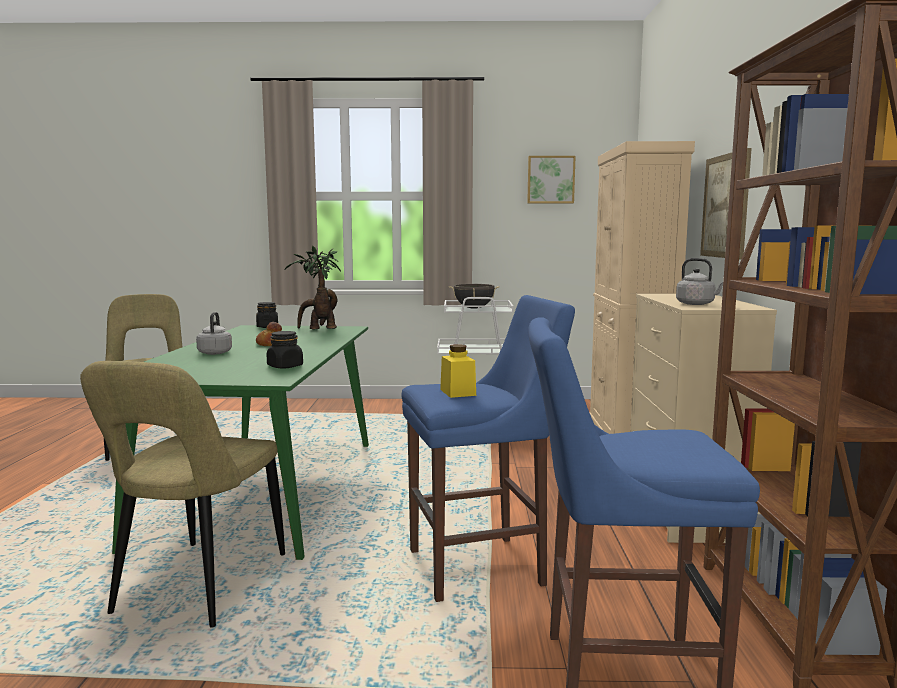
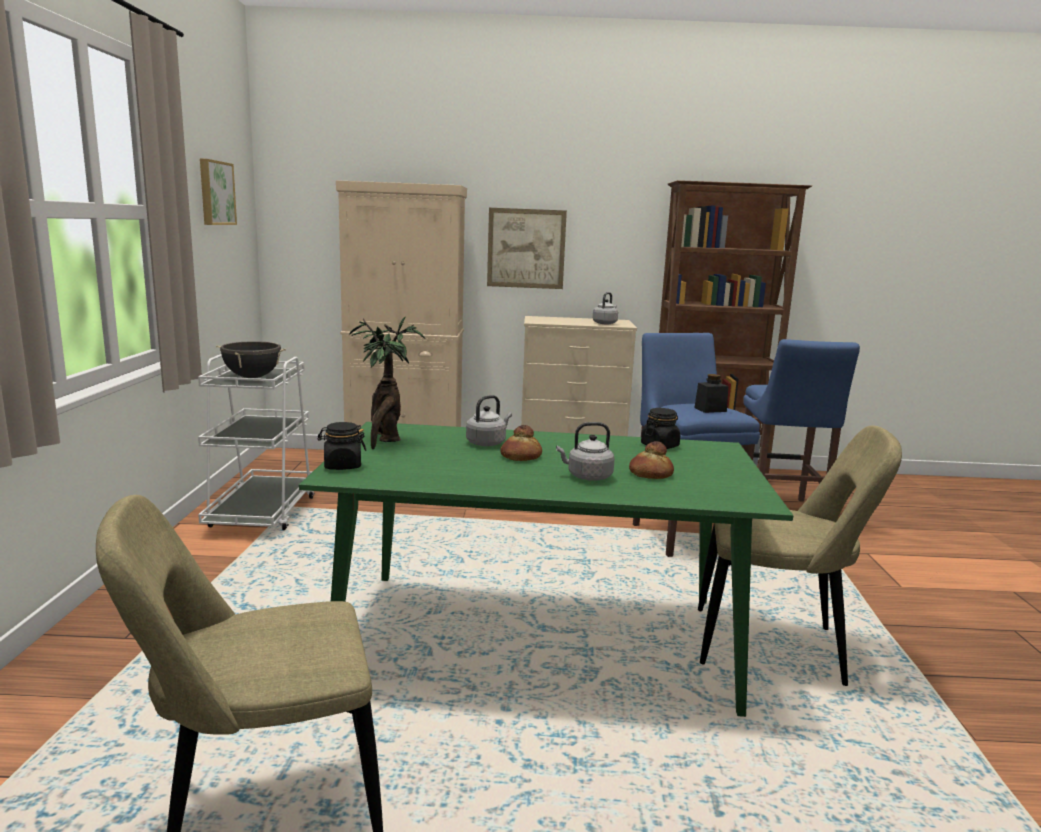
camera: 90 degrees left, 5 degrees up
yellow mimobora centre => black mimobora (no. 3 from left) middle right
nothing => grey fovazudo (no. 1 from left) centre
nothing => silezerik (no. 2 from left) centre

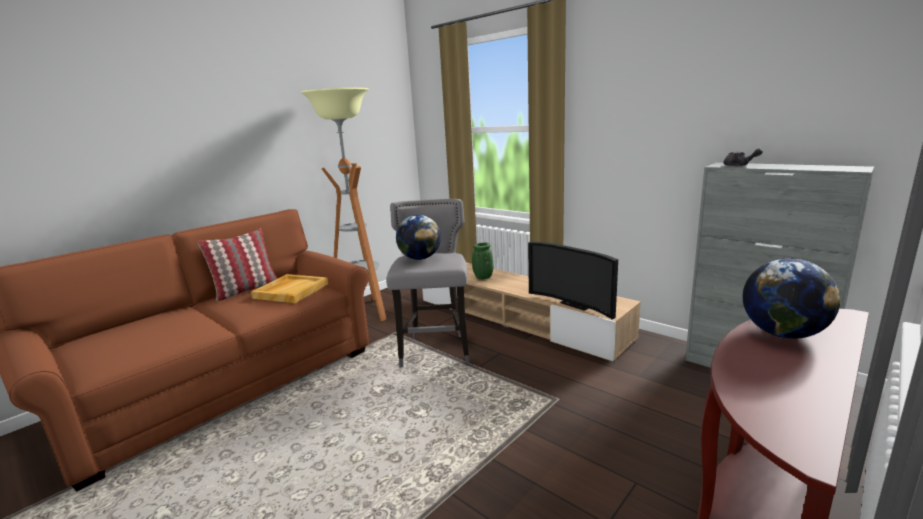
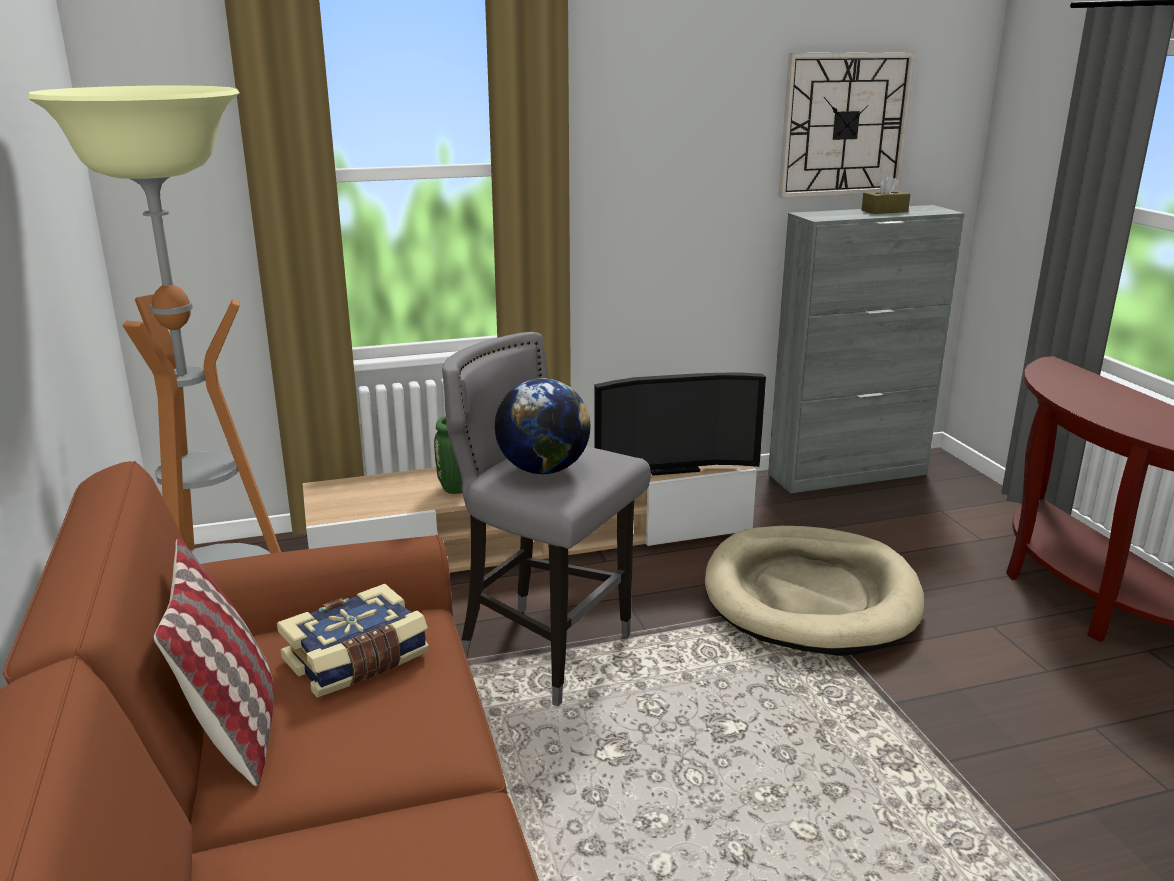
camera: 60 degrees left, 5 degrees up
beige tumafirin middle left => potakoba bottom left
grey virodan top right => nothing
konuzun (no. 2 from left) middle right => nothing
nothing => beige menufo bottom right
nothing => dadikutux top right
nothing => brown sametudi top right

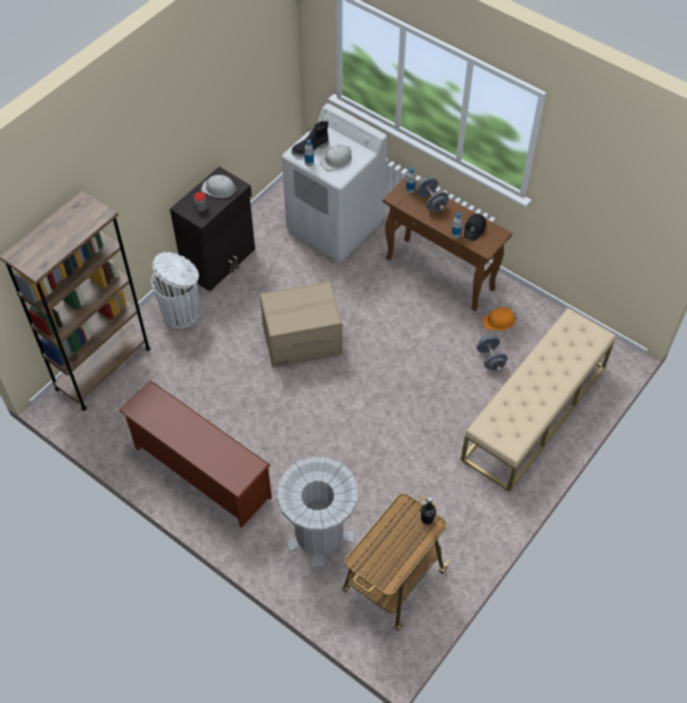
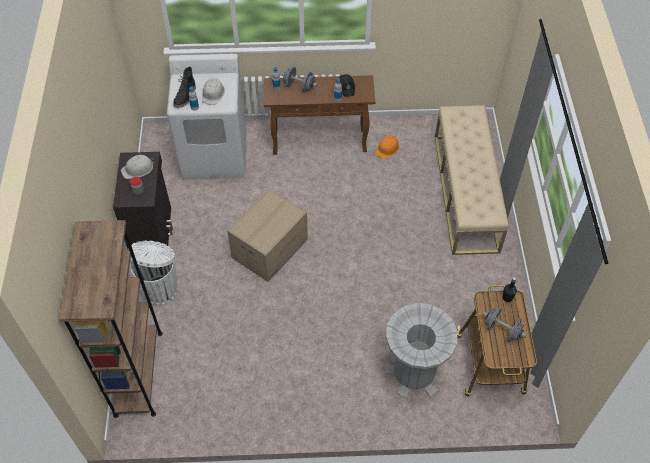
camera: 40 degrees left, 0 degrees up
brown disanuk middle left => nothing
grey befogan (no. 2 from left) middle right => grey befogan (no. 2 from left) bottom right, shifted

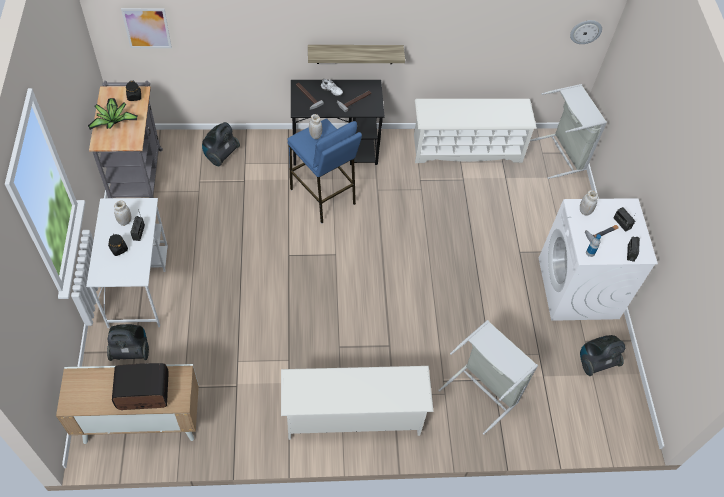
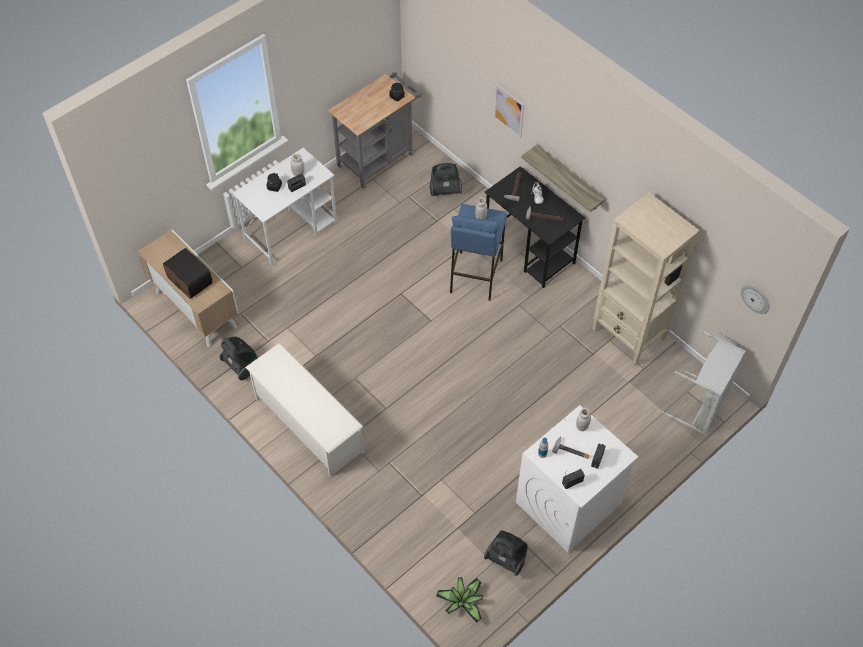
camera: 55 degrees right, 0 degrees up
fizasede top left => fizasede bottom centre, shifted
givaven (no. 1 from left) bottom left => givaven (no. 1 from left) middle left, shifted
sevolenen top left => sevolenen top centre, shifted
white disanuk (no. 2 from left) top centre => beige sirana middle right
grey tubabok (no. 1 from left) bottom right => nothing

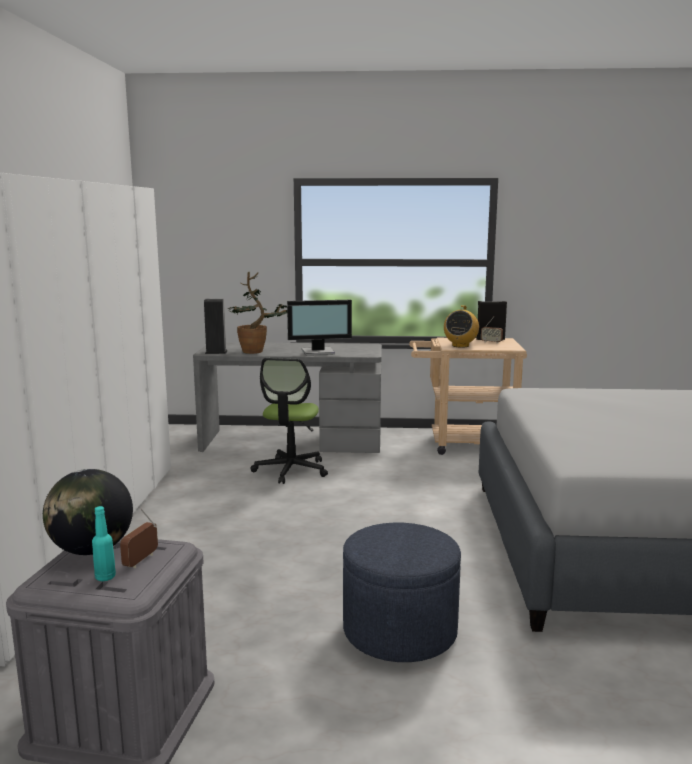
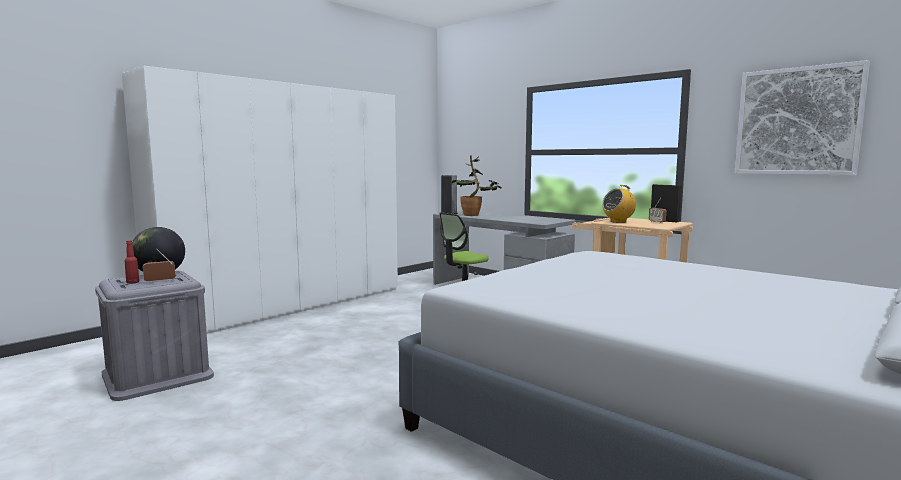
camera: 40 degrees right, 5 degrees down
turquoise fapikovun bottom left => red fapikovun middle left
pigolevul centre => nothing
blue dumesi bottom centre => nothing
nothing => sevolenen top right

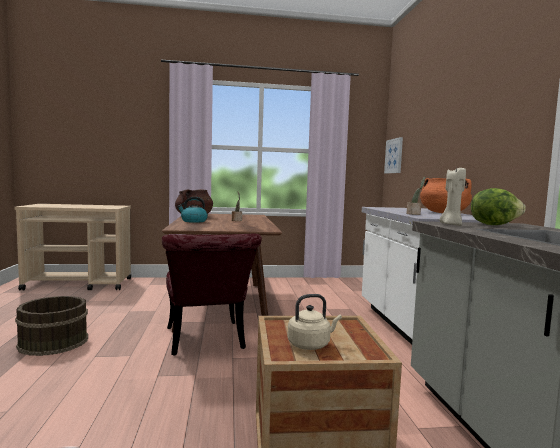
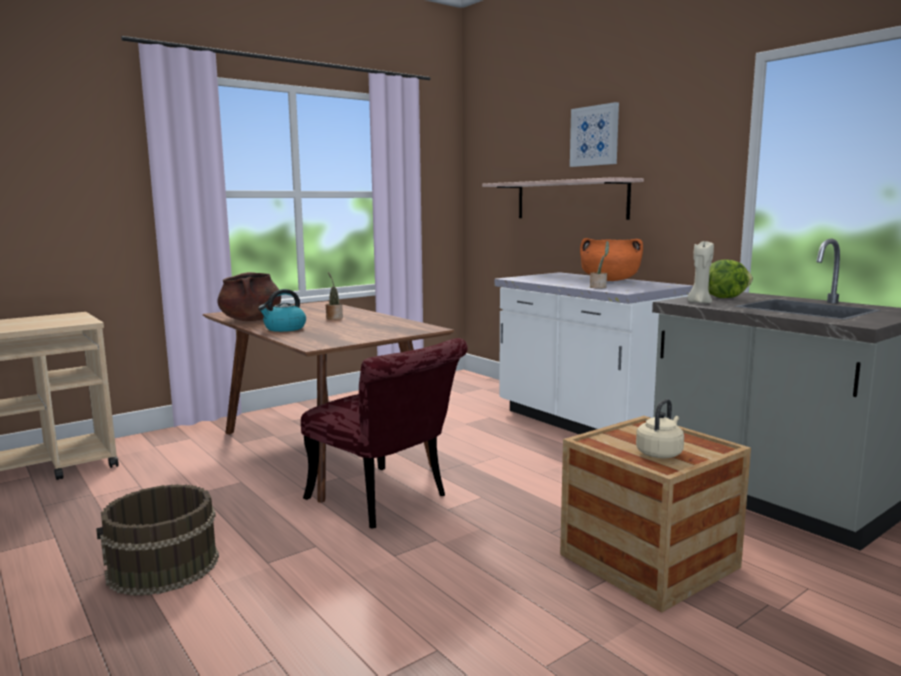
camera: 30 degrees left, 5 degrees up
sevolenen middle right => sevolenen top centre, shifted
nothing => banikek top centre

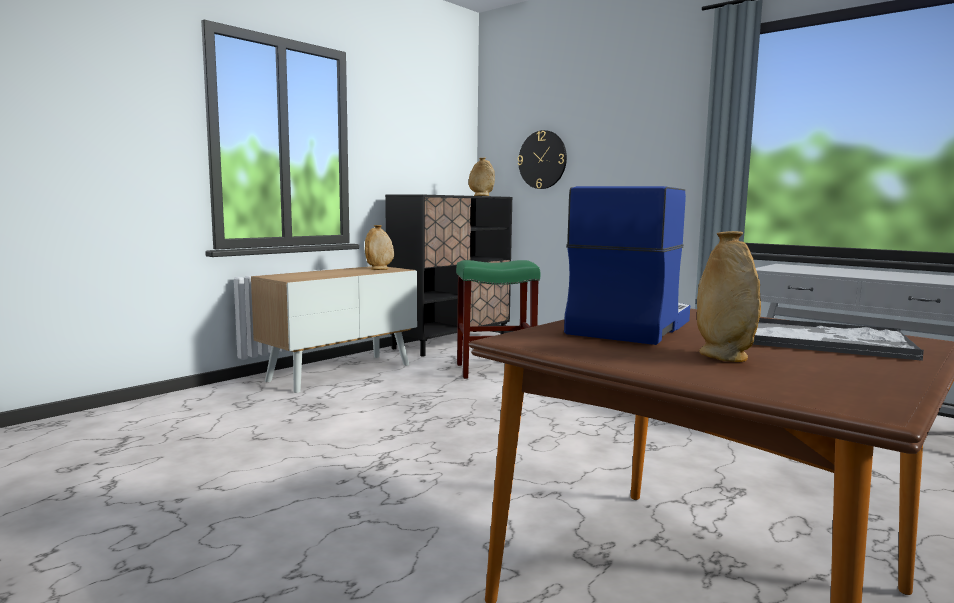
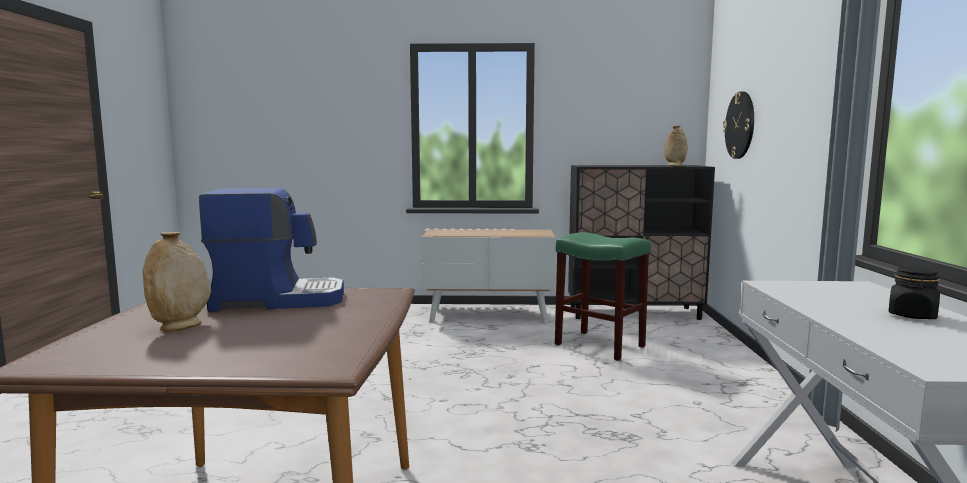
camera: 50 degrees right, 0 degrees up
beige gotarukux (no. 1 from left) centre => nothing
tumafirin middle right => nothing
nothing => black mimobora middle right

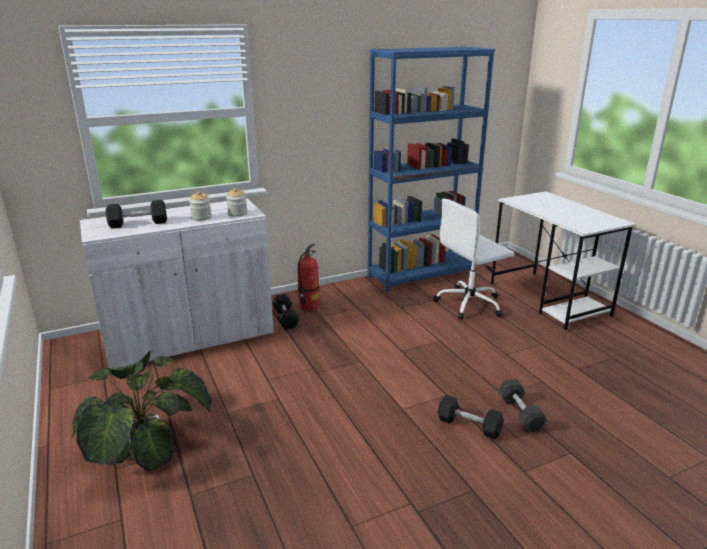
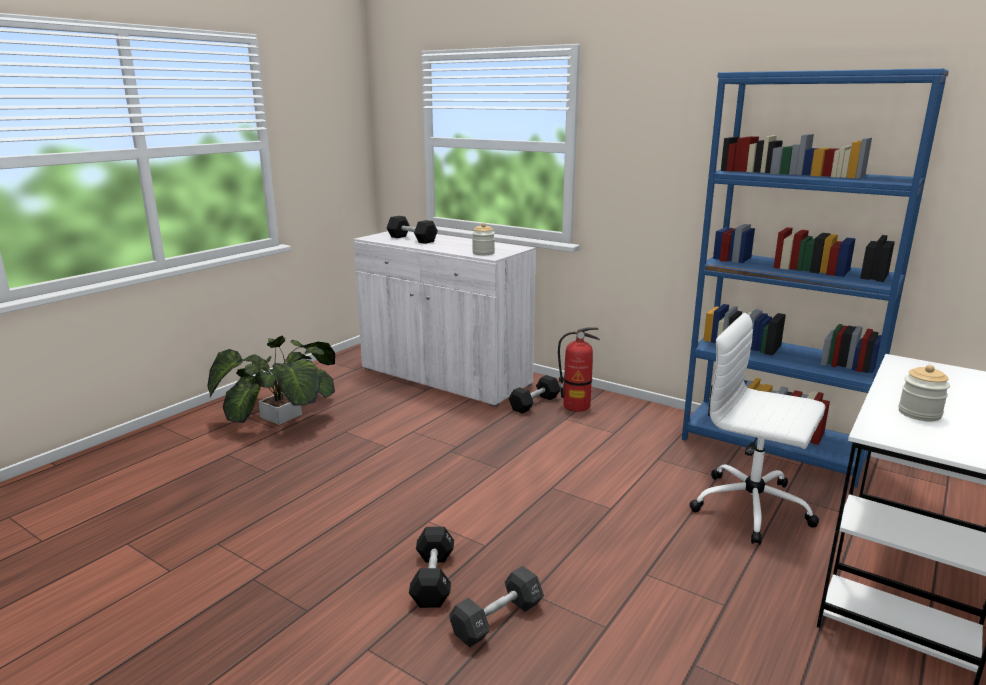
camera: 60 degrees right, 5 degrees down
mimobora (no. 1 from left in the first image) middle left => mimobora (no. 2 from left) middle right, shifted

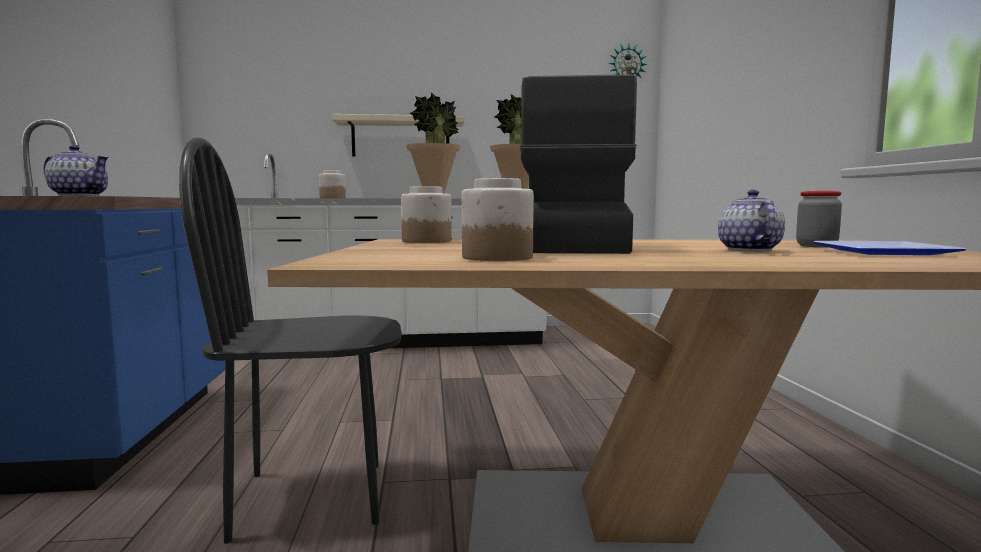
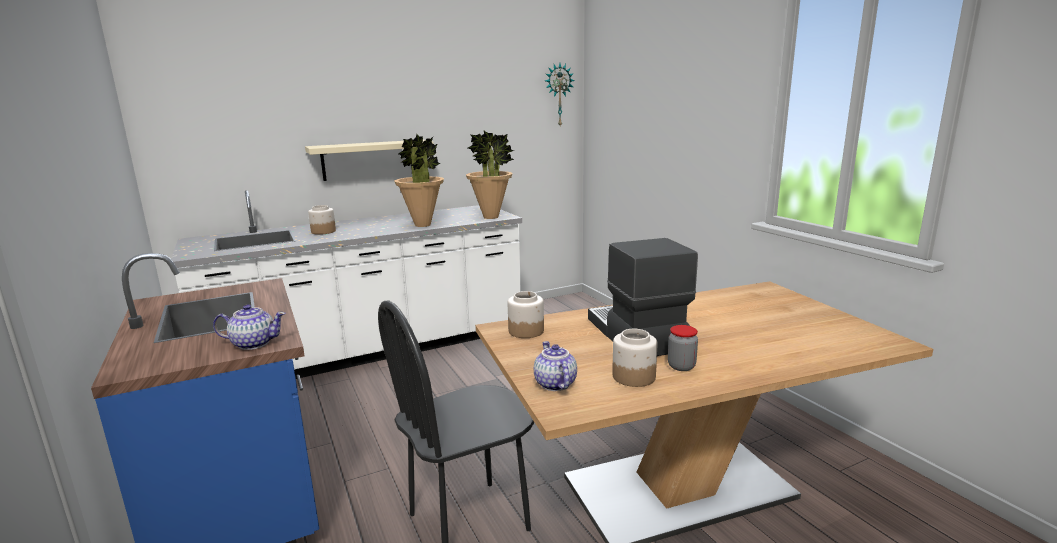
camera: 20 degrees left, 10 degrees up
virodan (no. 2 from left) middle right => virodan (no. 2 from left) bottom centre, shifted
mimobora (no. 4 from left) middle right => mimobora (no. 4 from left) centre, shifted
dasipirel middle right => nothing

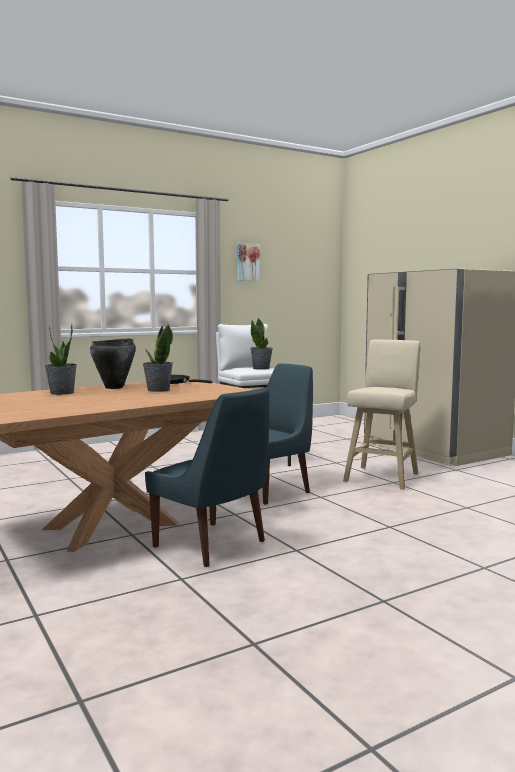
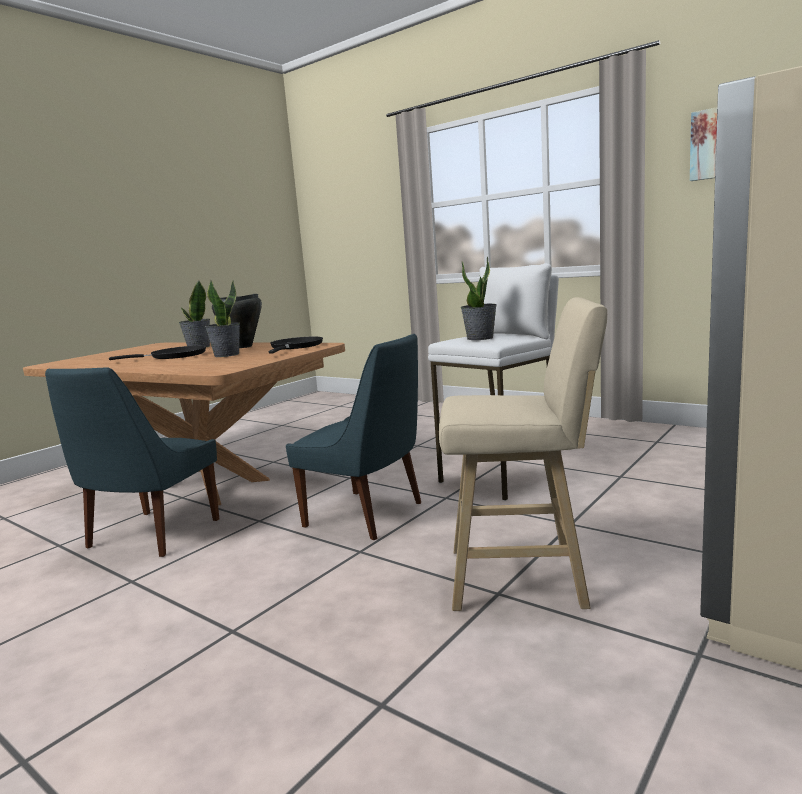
camera: 70 degrees right, 5 degrees up
nothing => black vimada (no. 1 from left) middle left

